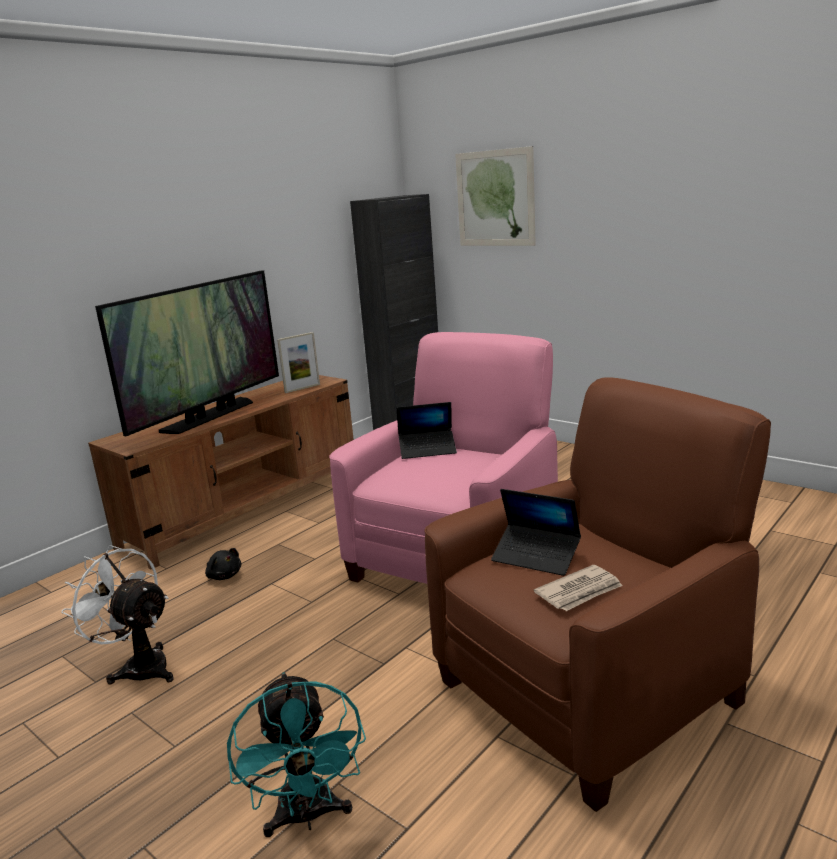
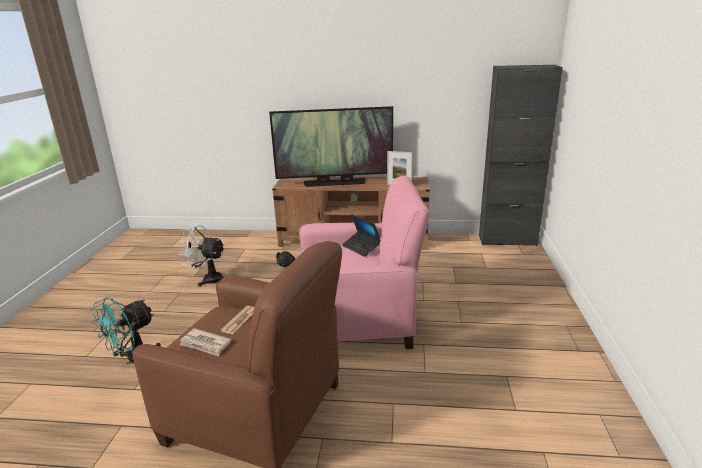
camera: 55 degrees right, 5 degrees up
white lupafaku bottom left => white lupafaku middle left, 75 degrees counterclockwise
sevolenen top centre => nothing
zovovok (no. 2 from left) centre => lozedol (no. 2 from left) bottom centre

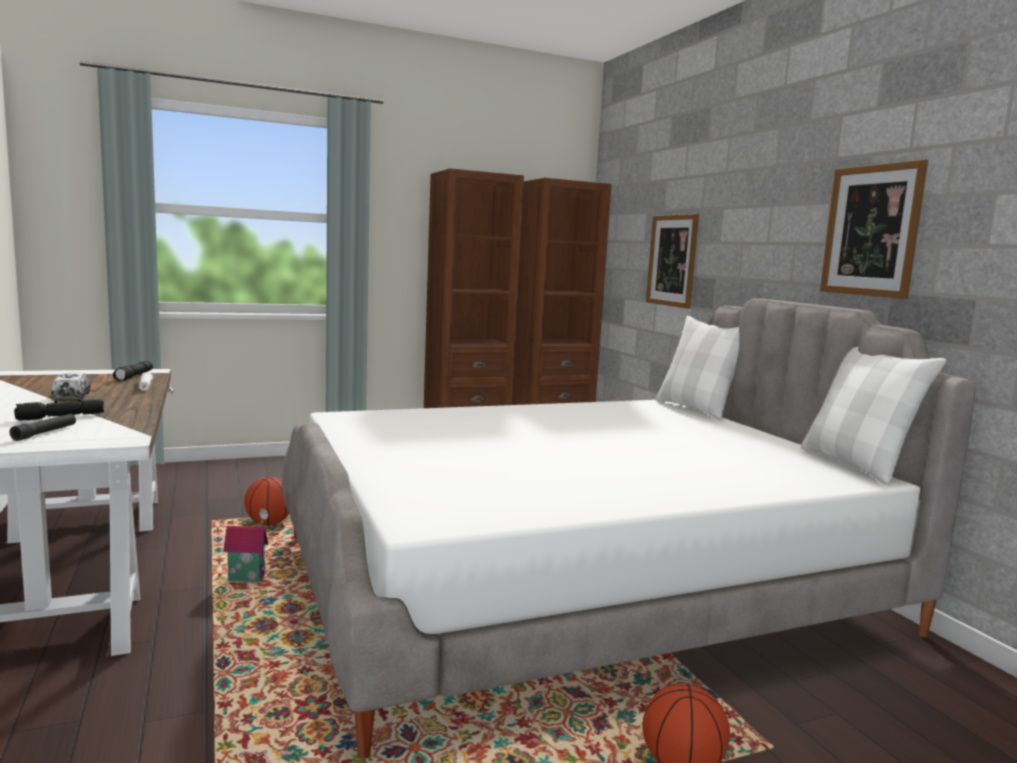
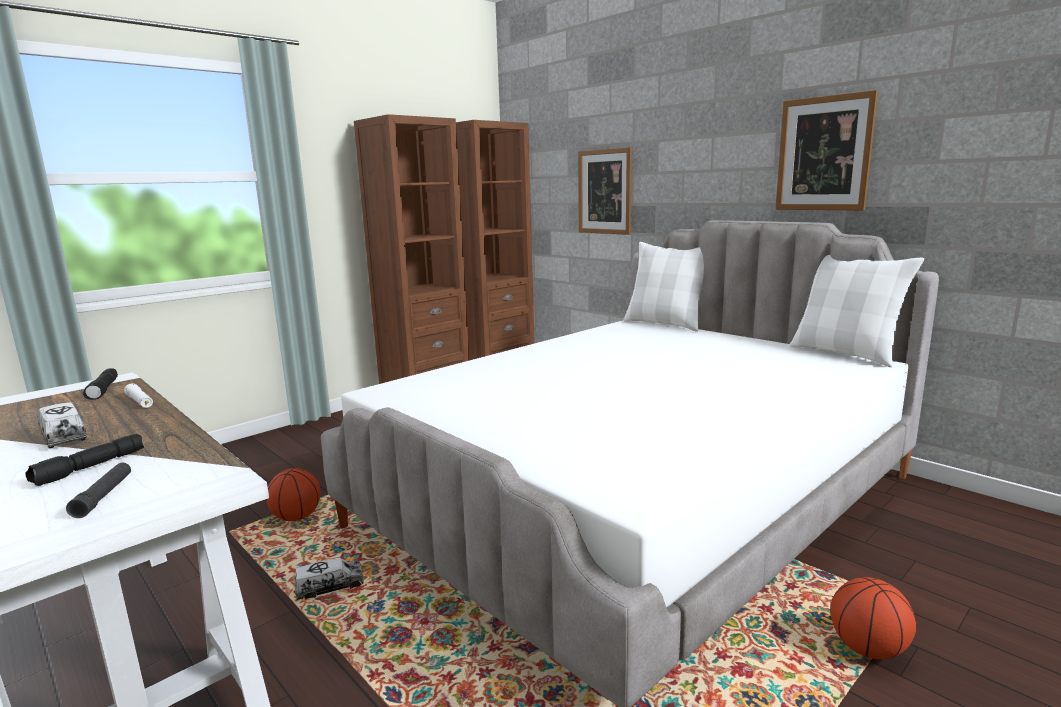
camera: 20 degrees left, 5 degrees up
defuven bottom left => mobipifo (no. 2 from left) bottom left

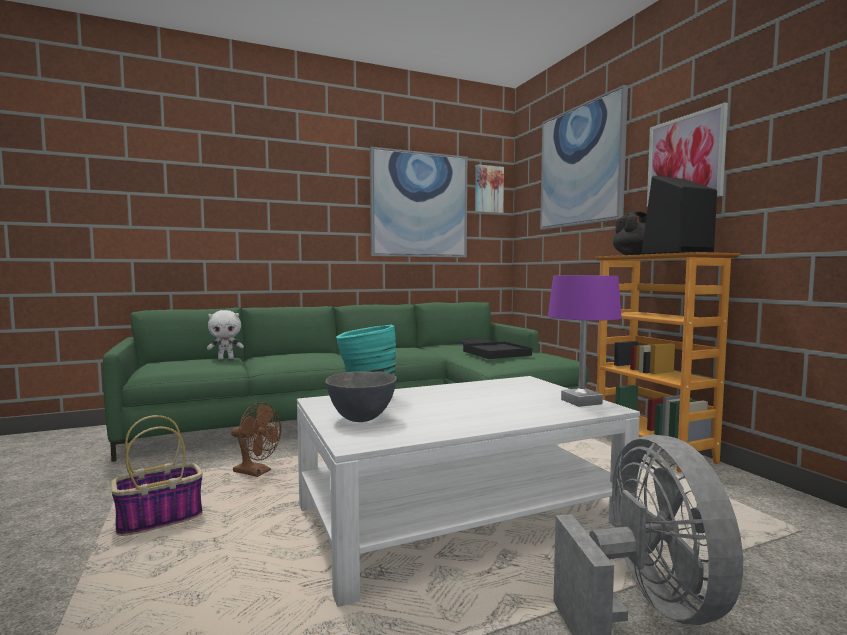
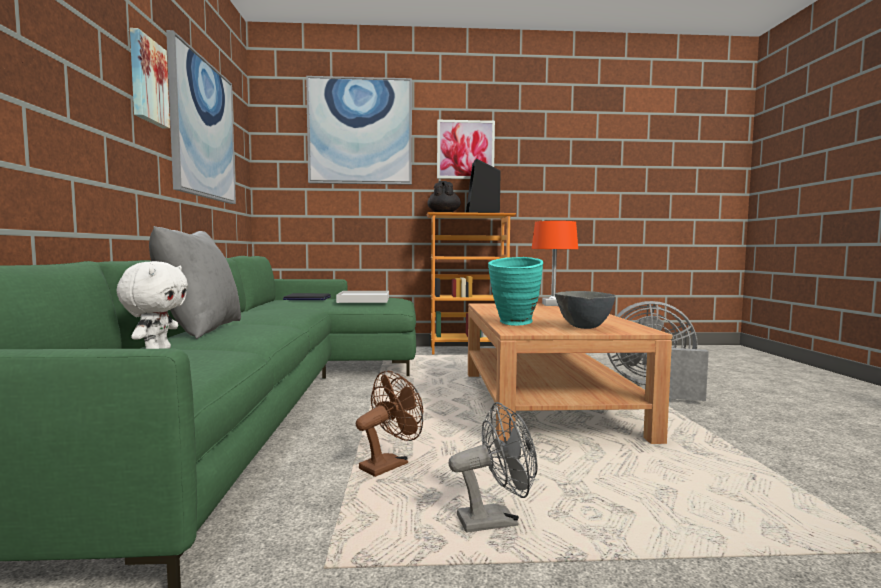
camera: 70 degrees left, 0 degrees up
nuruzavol bottom left => grey lupafaku (no. 1 from left) bottom centre
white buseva bottom centre => brown buseva centre
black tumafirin centre => white tumafirin centre
sevolenen (no. 2 from left in the first image) top centre => sevolenen (no. 1 from left) top left, shifted
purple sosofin middle right => orange sosofin centre
nothing => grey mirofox middle left

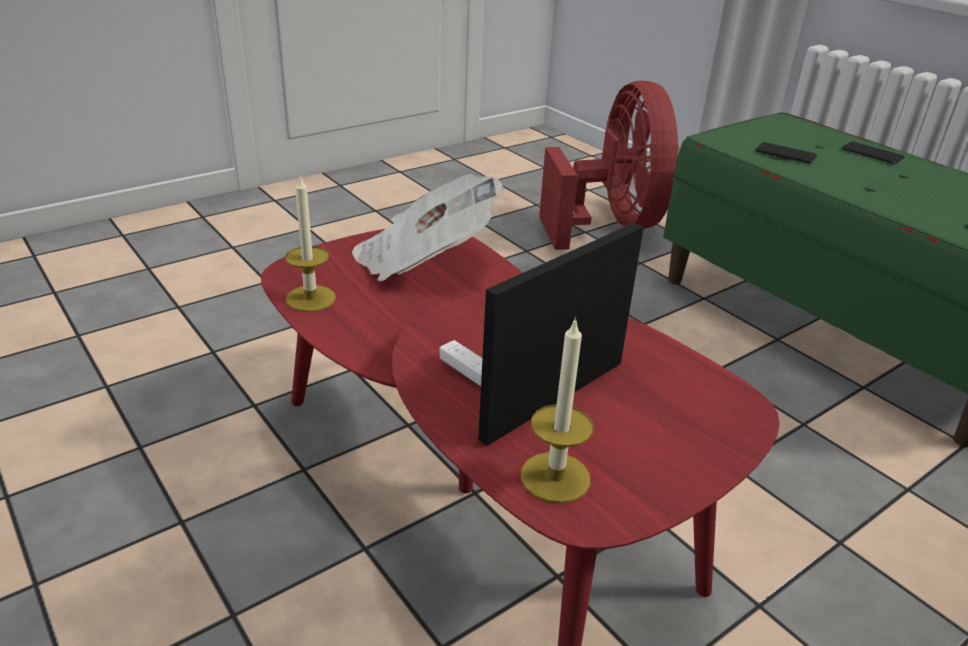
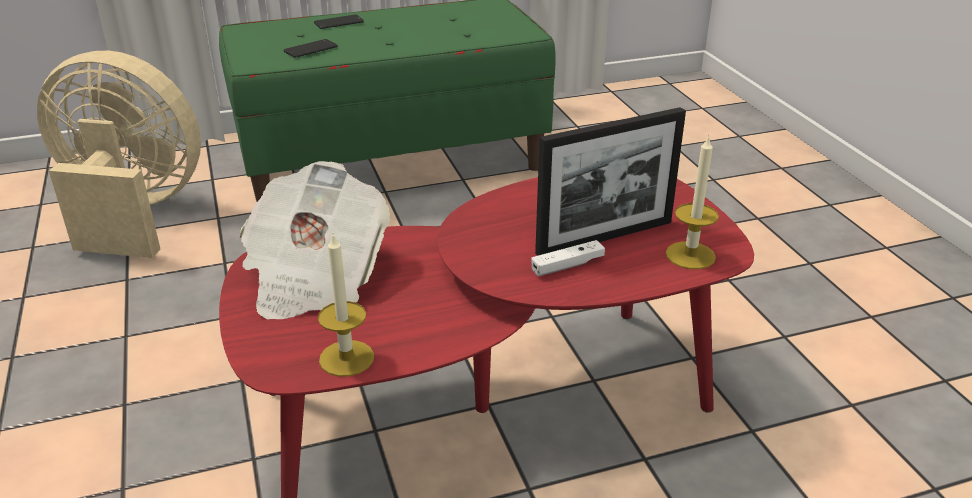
camera: 70 degrees left, 0 degrees up
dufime centre, 90 degrees counterclockwise
red lupafaku top centre => beige lupafaku top left

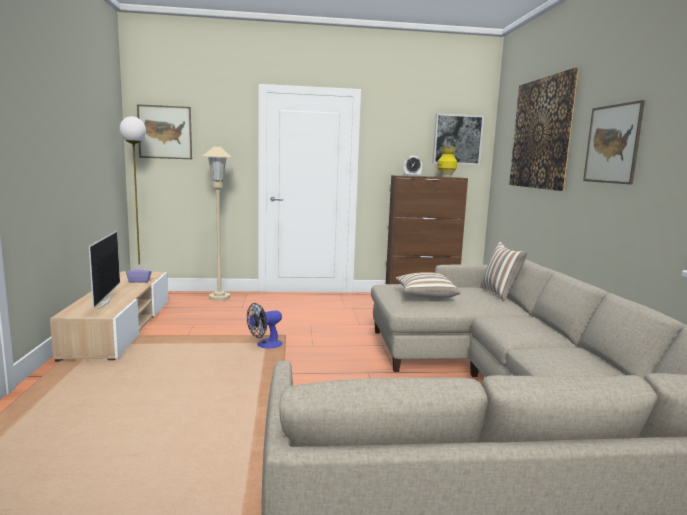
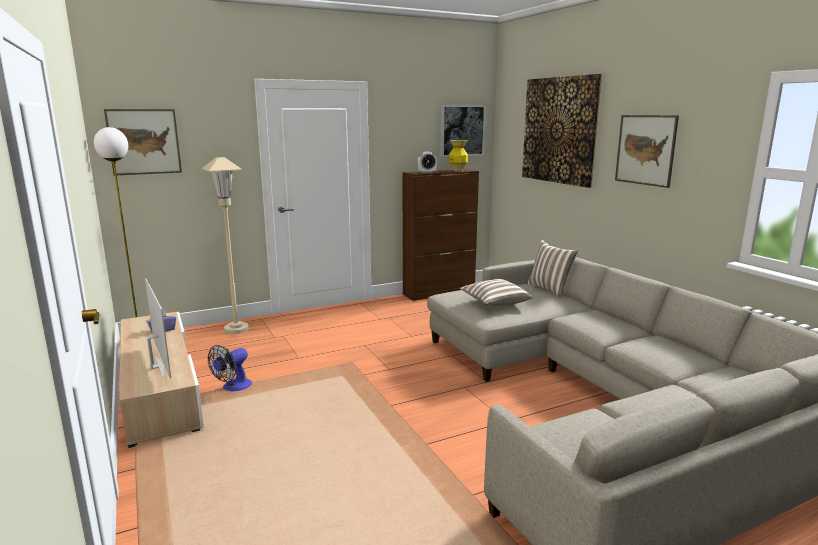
camera: 20 degrees left, 5 degrees up
lupafaku centre => lupafaku bottom left, shifted

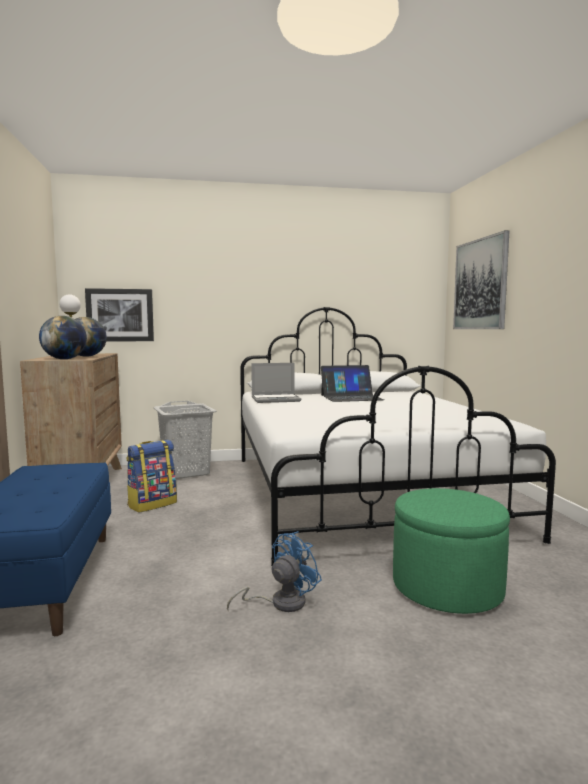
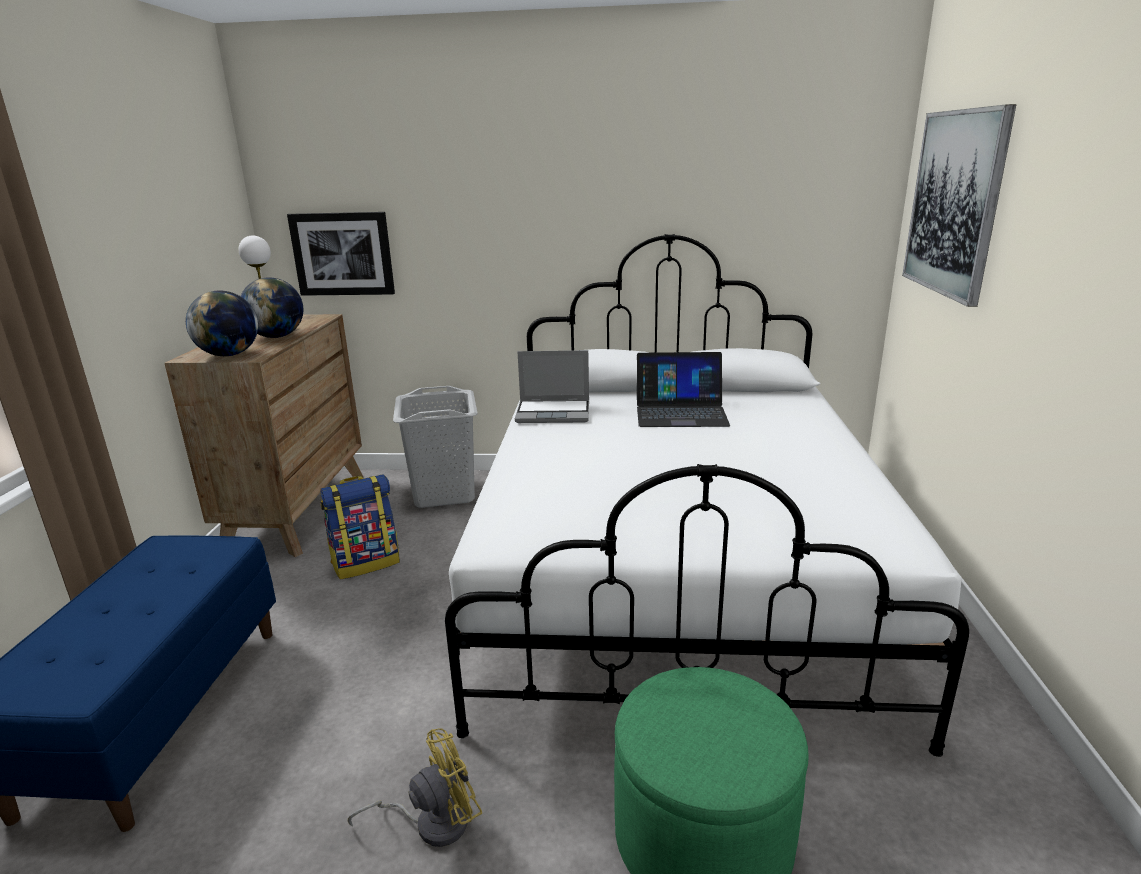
camera: 15 degrees right, 15 degrees up
blue lupafaku bottom centre => yellow lupafaku bottom centre

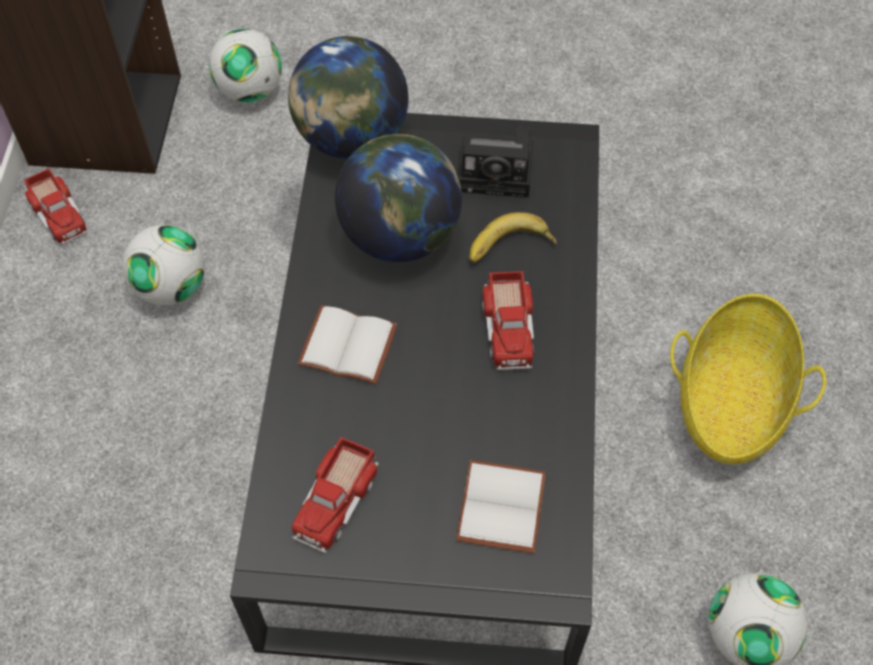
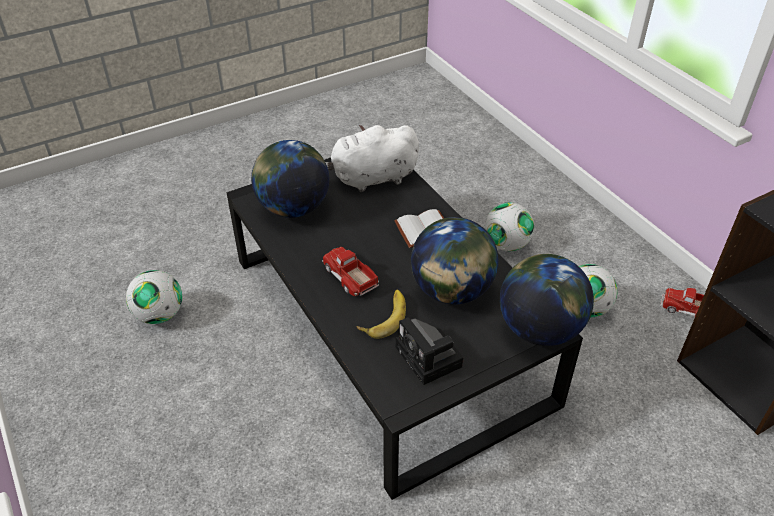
camera: 145 degrees right, 15 degrees down
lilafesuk (no. 2 from left) top left => lilafesuk (no. 2 from left) centre, shifted
mobipifo (no. 2 from left) bottom centre => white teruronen top centre
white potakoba (no. 2 from left) bottom centre => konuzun (no. 1 from left) centre
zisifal top centre => zisifal bottom centre, 90 degrees counterclockwise
nuruzavol middle right => nothing

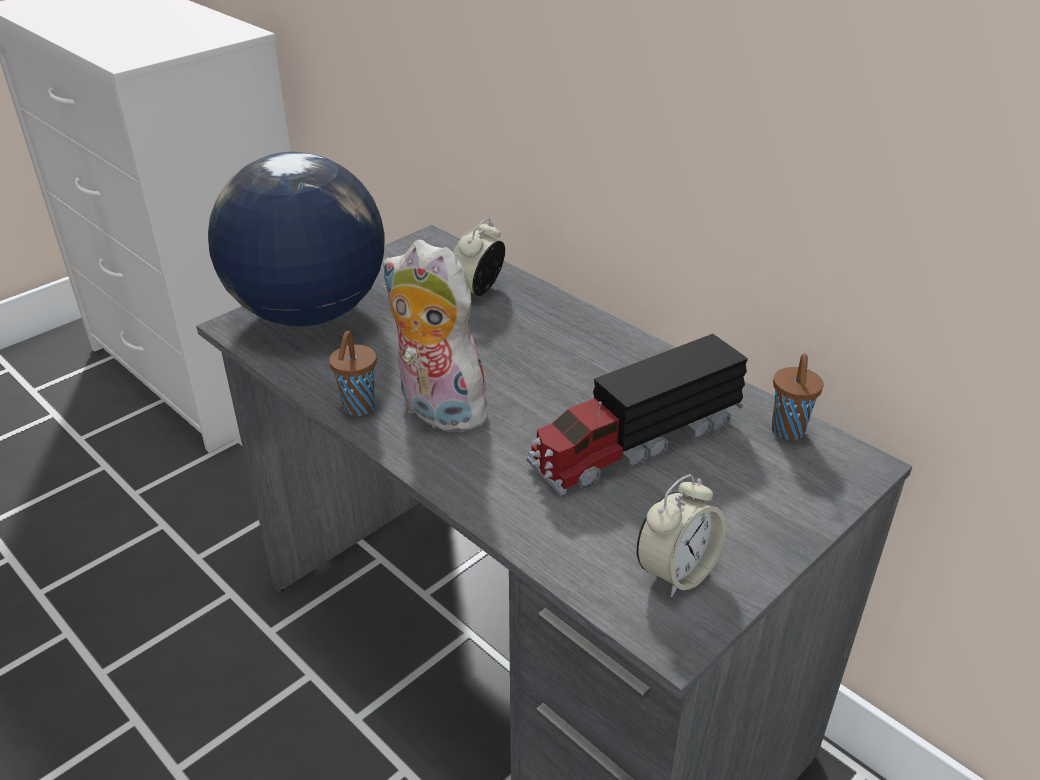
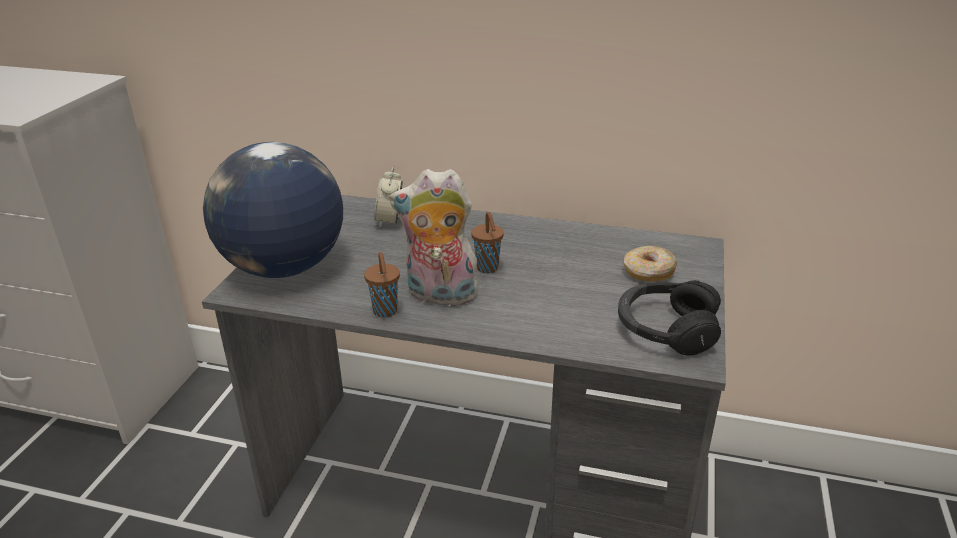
camera: 30 degrees left, 5 degrees down
mobipifo centre => nothing
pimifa (no. 2 from left) bottom centre => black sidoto middle right
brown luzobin (no. 2 from left) middle right => brown luzobin (no. 2 from left) centre, shifted
nothing => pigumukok middle right

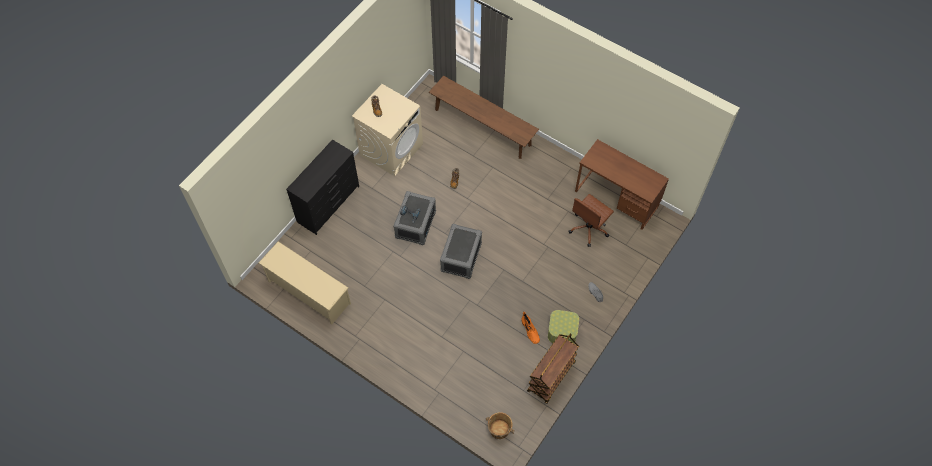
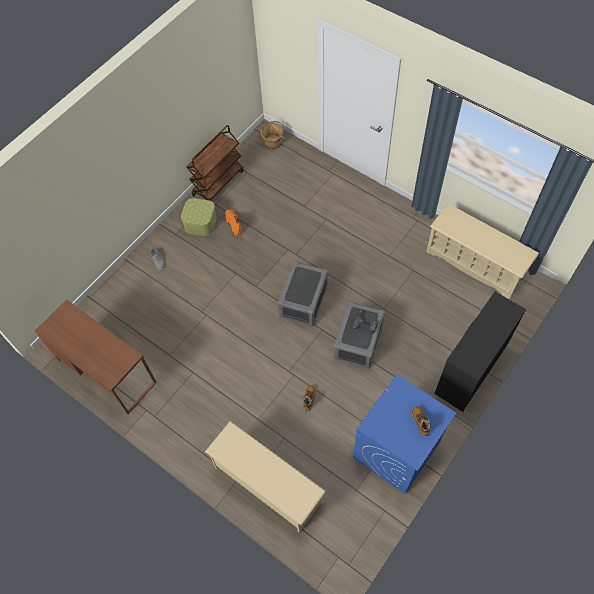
camera: 175 degrees left, 0 degrees up
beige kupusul top centre => blue kupusul bottom right
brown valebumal top centre => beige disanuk (no. 1 from left) bottom centre
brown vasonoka centre => nothing

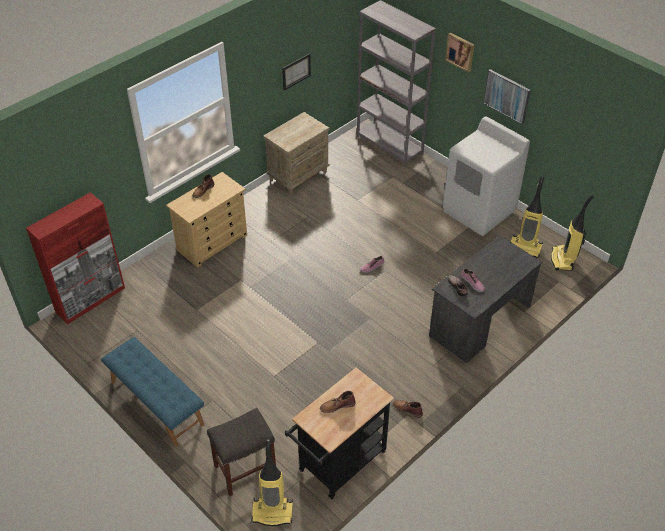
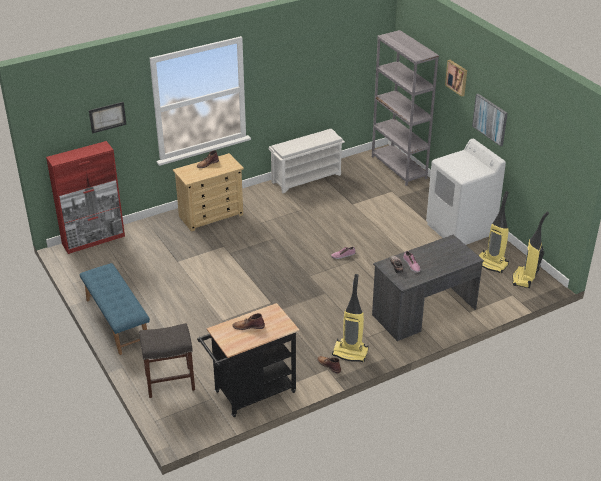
camera: 15 degrees right, 10 degrees down
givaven (no. 1 from left) bottom centre => givaven (no. 1 from left) centre, shifted
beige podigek top centre => white disanuk centre
sevolenen (no. 1 from left) top centre => sevolenen (no. 1 from left) top left, shifted

